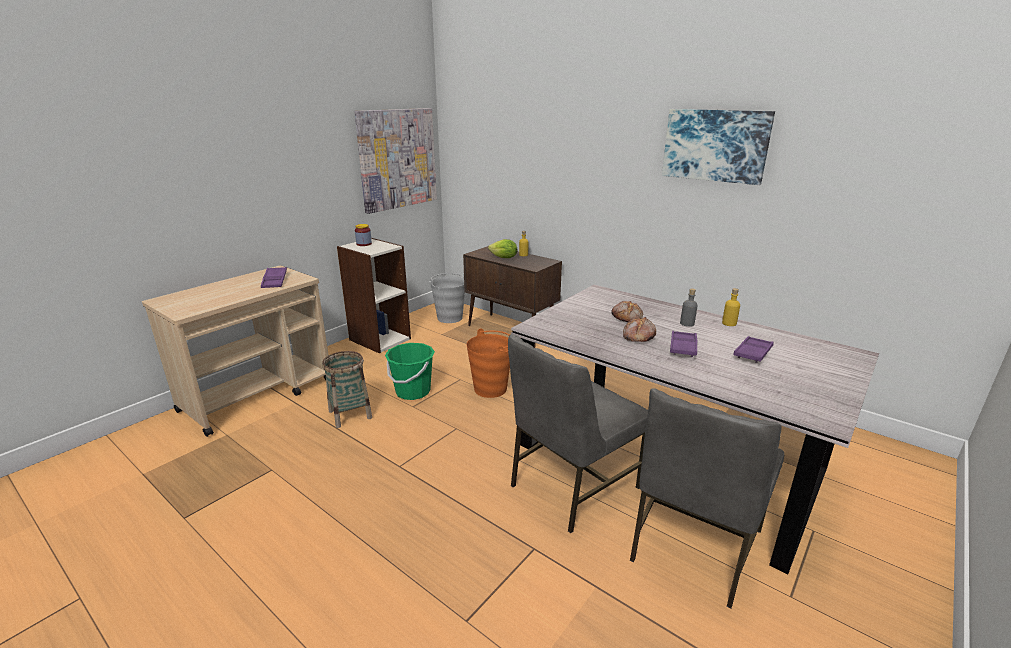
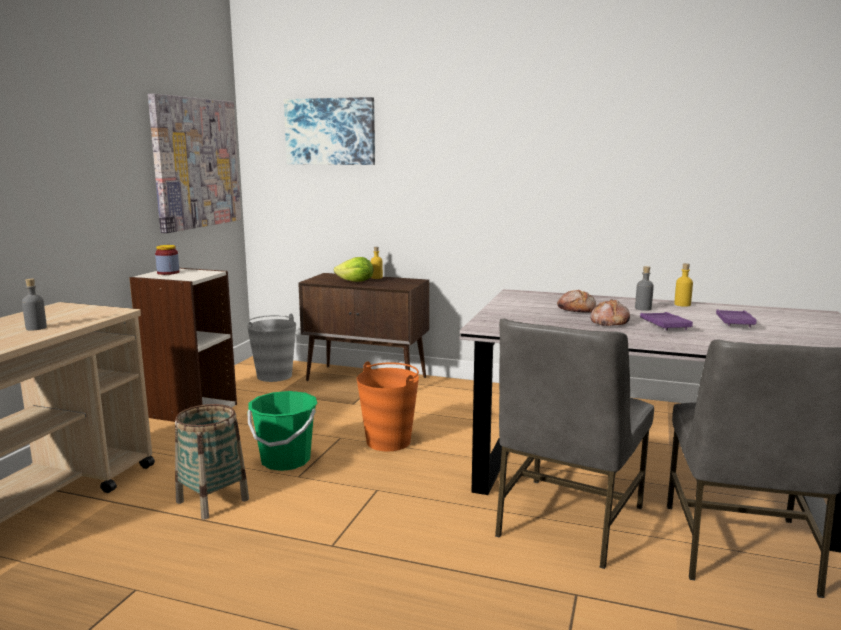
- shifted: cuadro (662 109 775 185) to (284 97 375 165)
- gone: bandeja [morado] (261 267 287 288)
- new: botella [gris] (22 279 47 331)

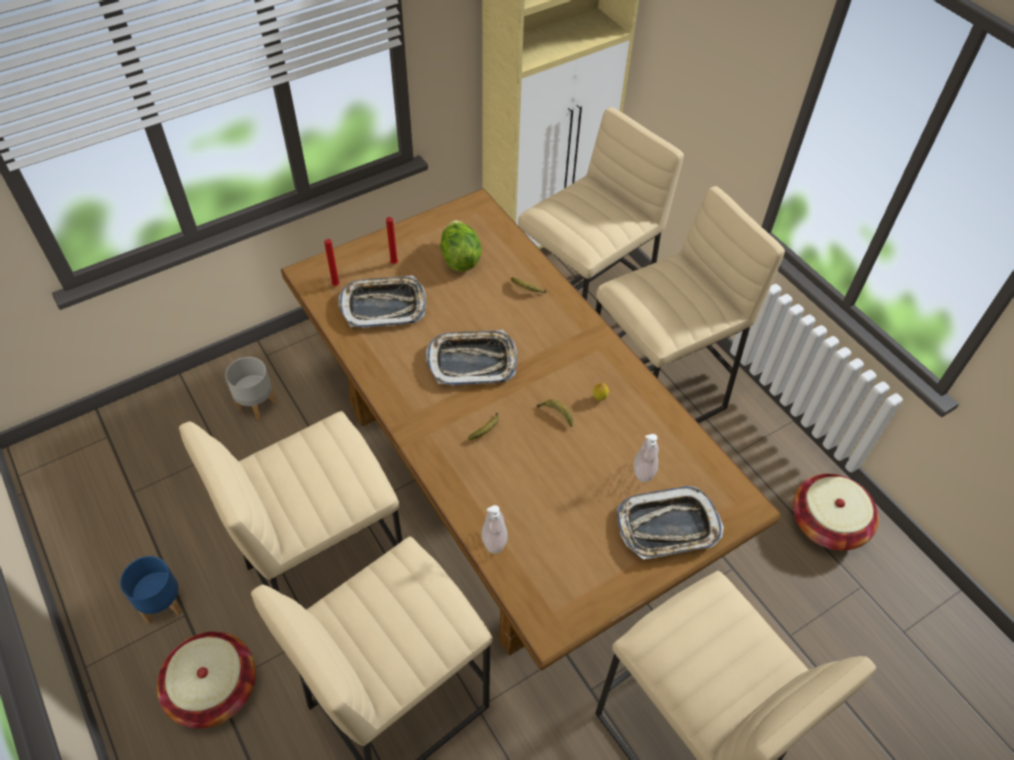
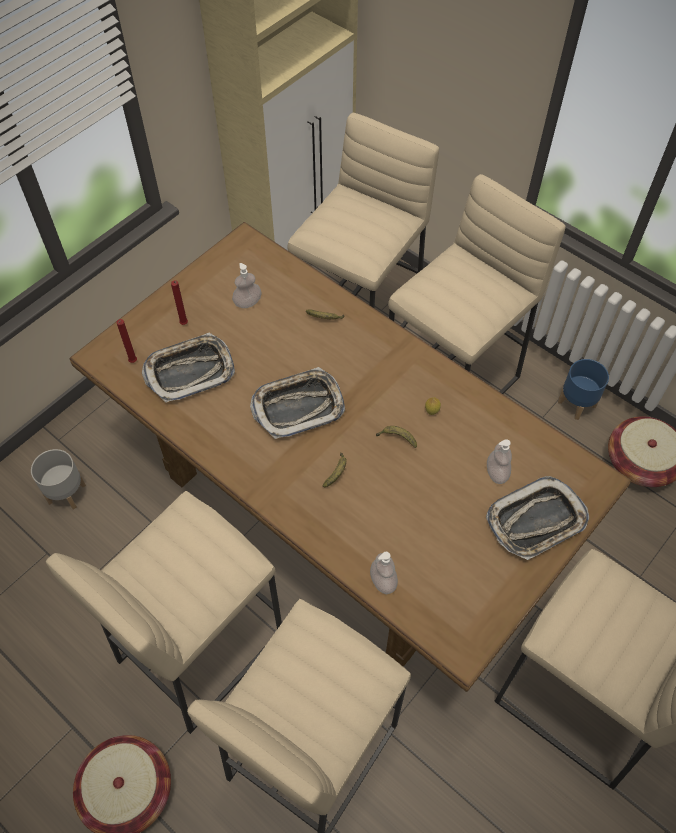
- swapped: lechuga (440 220 482 272) to dispensador de jabón (232 263 262 308)
- shifted: maceta [azul] (120 556 182 624) to (558 359 609 420)

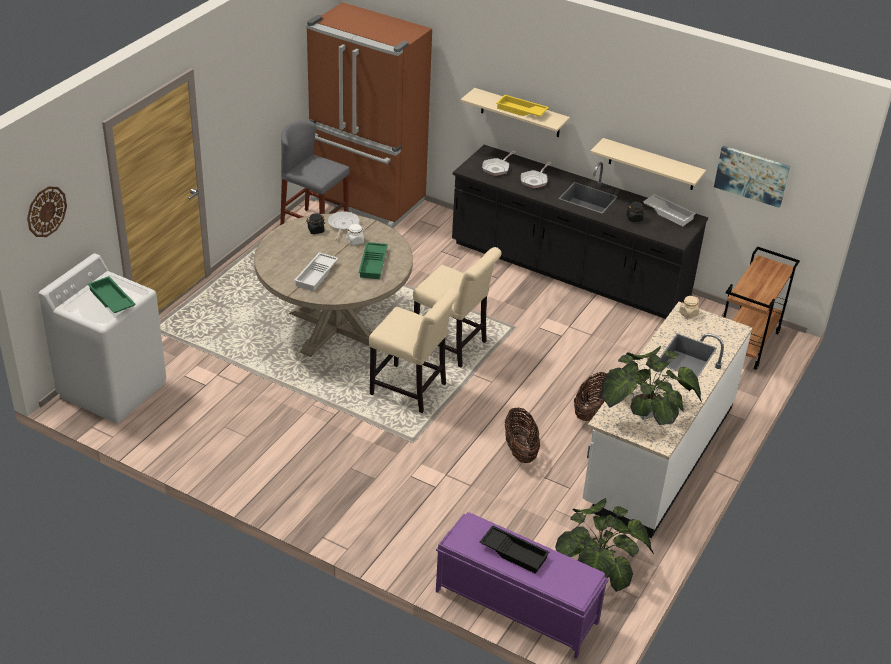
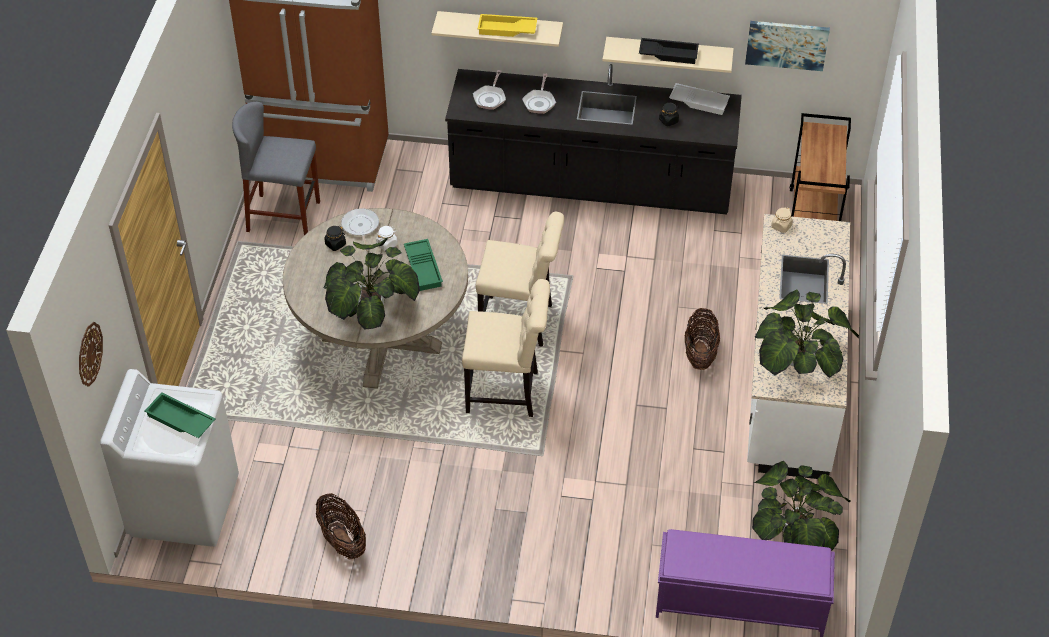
- swapped: bandeja [blanco] (294 252 339 291) to planta en maceta (324 237 420 330)
- shifted: cesta (505 407 540 463) to (316 493 366 560)
- shifted: bandeja [negro] (479 525 549 574) to (639 38 699 64)

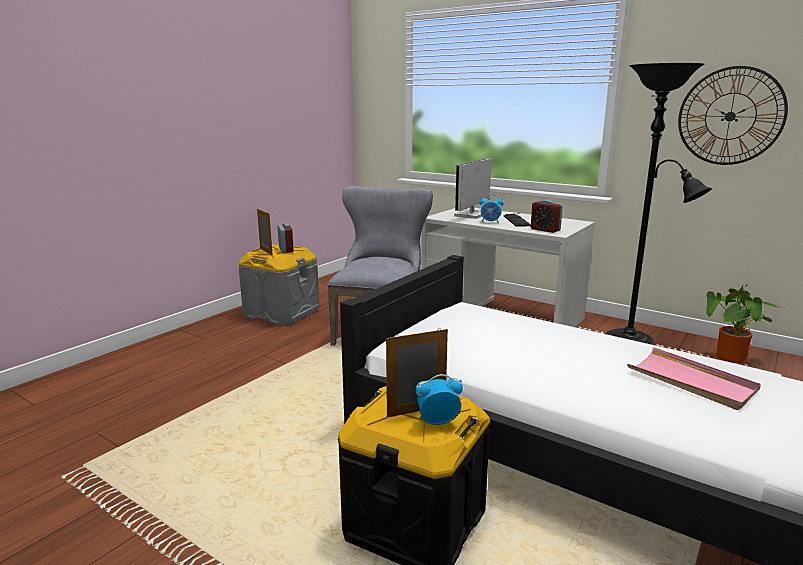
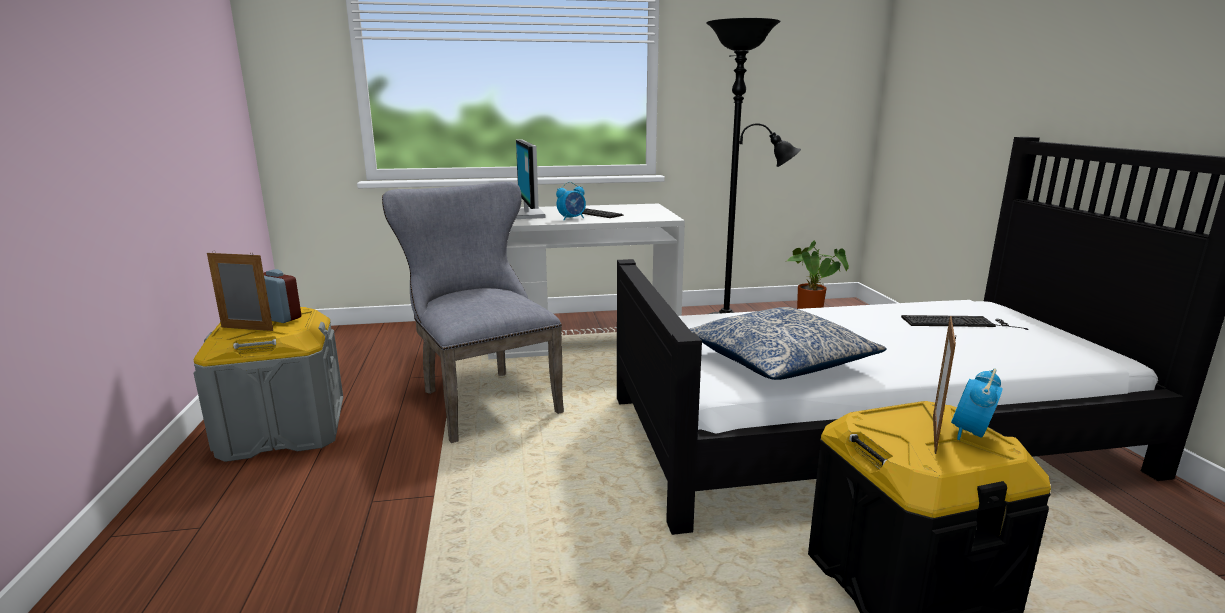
- gone: reloj de pared (678 66 788 165)
- gone: despertador (531 200 563 233)
- swapped: bandeja [rosa] (627 347 761 410) to teclado (901 315 1029 330)
- new: cojín (689 307 887 380)

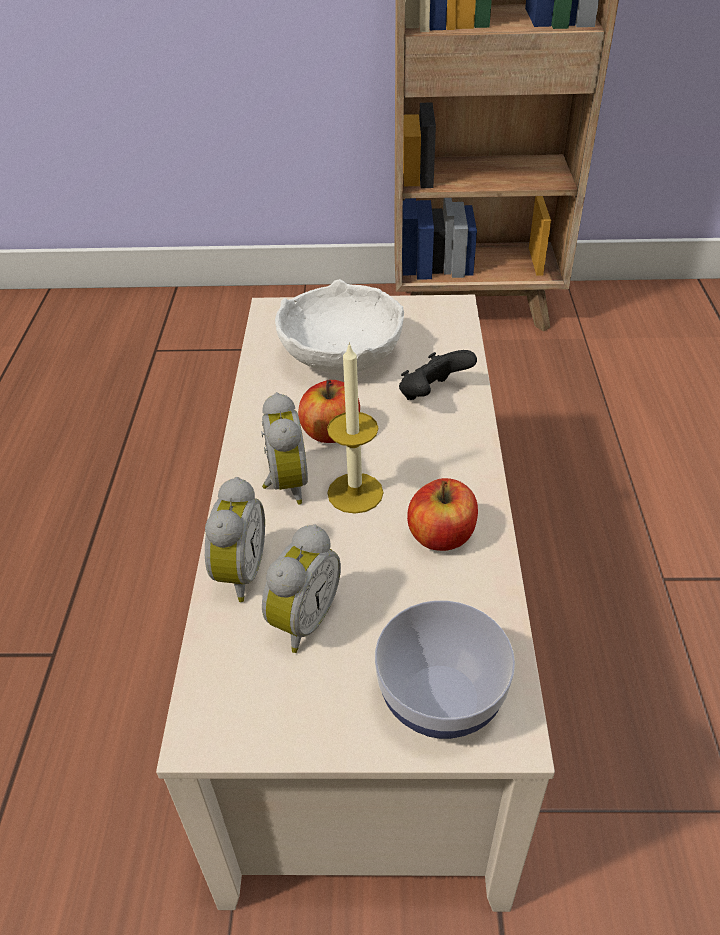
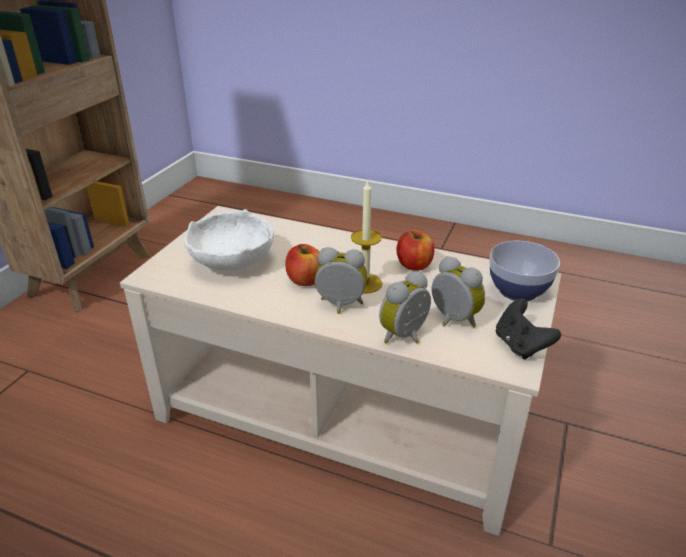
- shifted: mando de consola [negro] (399 350 477 400) to (496 299 561 359)
- rotated: despertador (205 477 265 602) = (379 271 431 344) 75 degrees counterclockwise

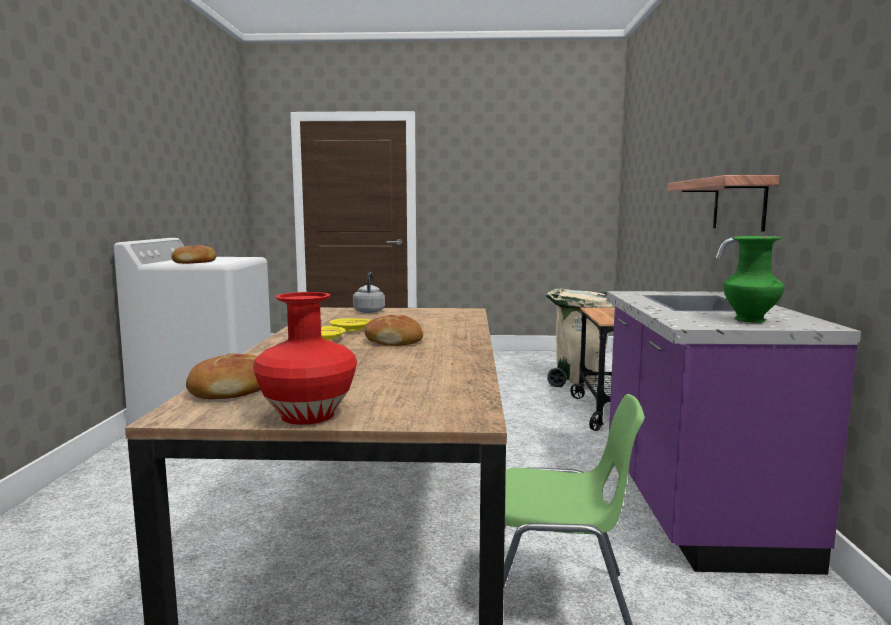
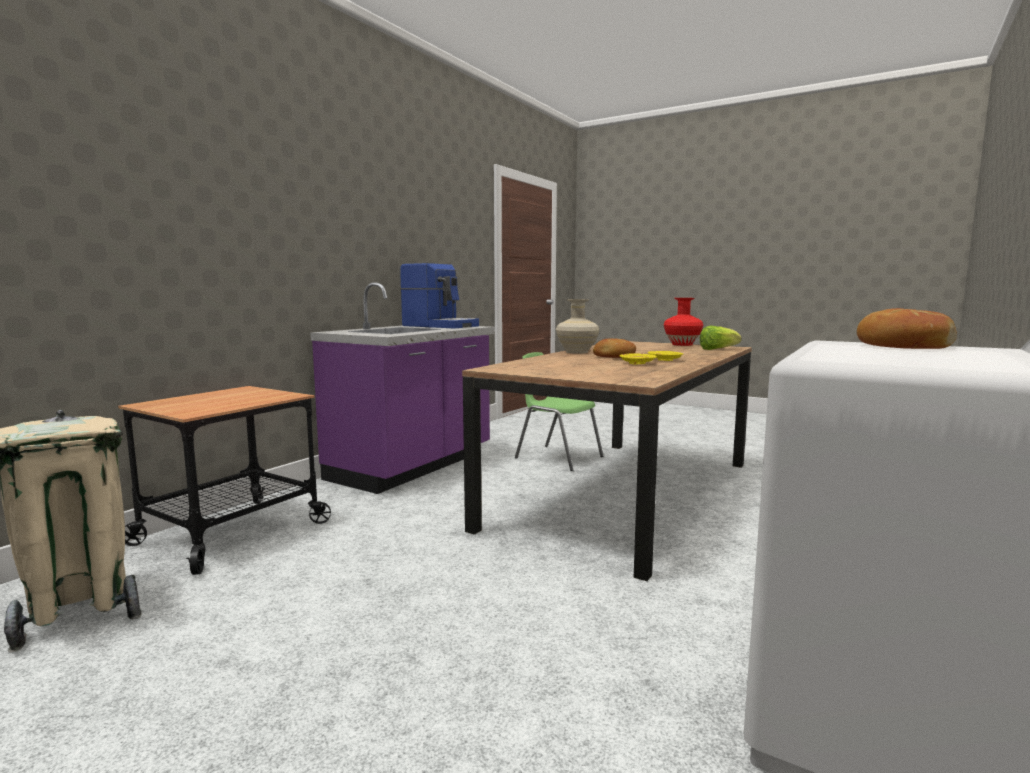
- gone: estante (668 175 780 232)
- swapped: florero [verde] (723 236 785 323) to cafetera (400 263 479 329)
- gone: hervidor [gris] (353 272 385 313)
- swapped: pan (186 353 261 399) to lechuga (700 326 742 350)
- new: florero [beis] (556 299 599 353)

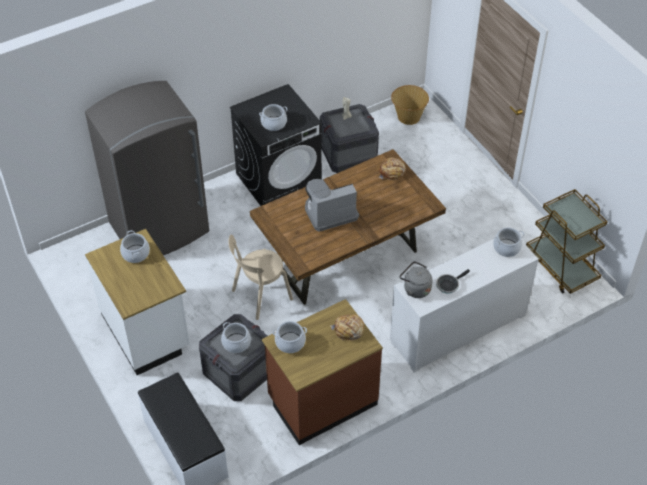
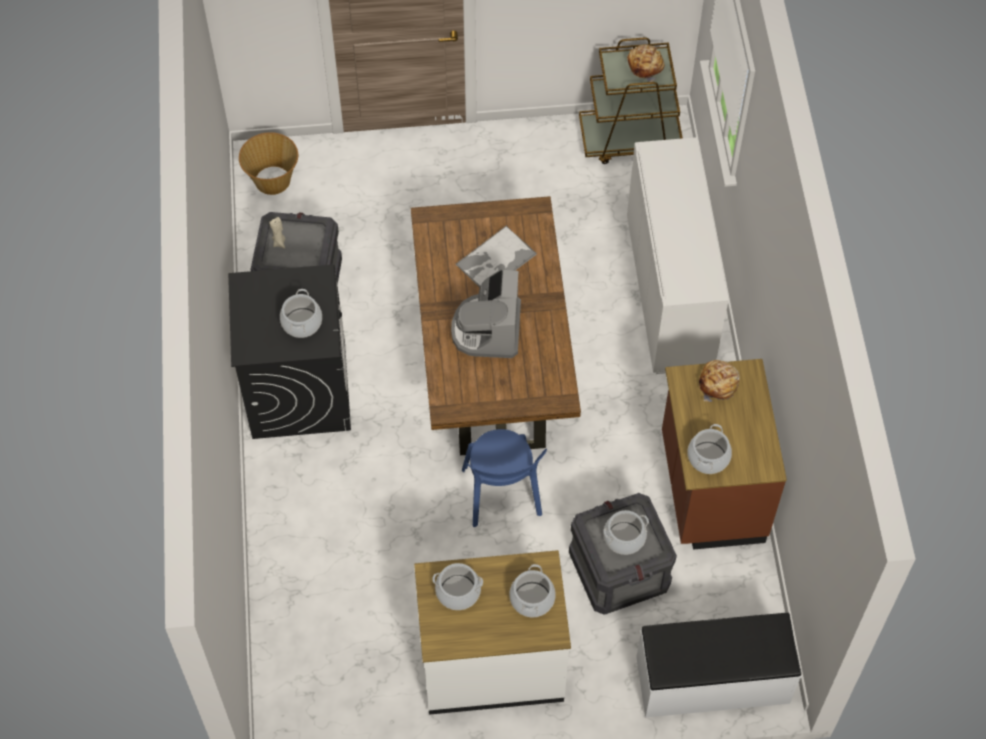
- gone: nevera [gris] (85 81 209 255)
- shifted: pan (379 157 406 181) to (627 45 665 82)
- shifted: olla (493 228 524 257) to (509 564 556 618)
- repainted: silla [beis] (228 234 293 320) to silla [azul] (462 429 547 527)
- gone: hervidor [gris] (400 261 433 298)
- gone: sartén (436 269 470 294)
- new: bandeja (456 225 537 288)

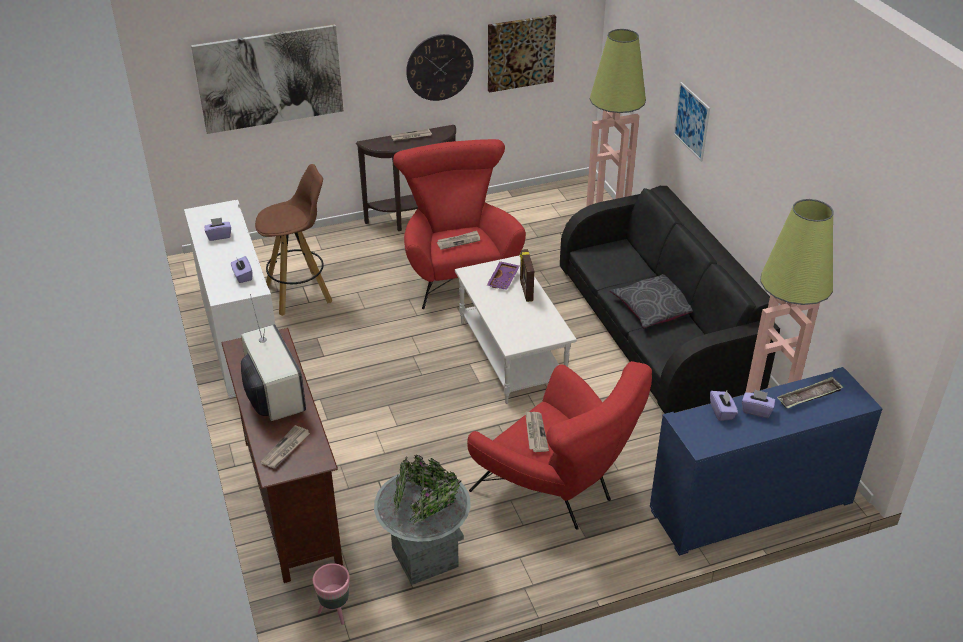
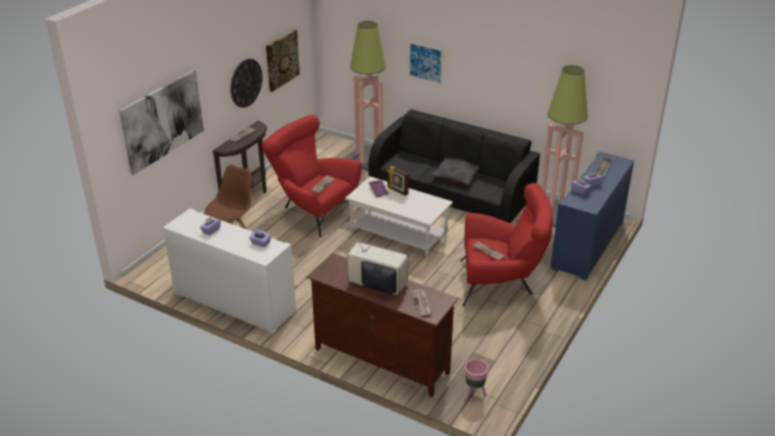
- gone: maceta [gris] (374 455 471 585)

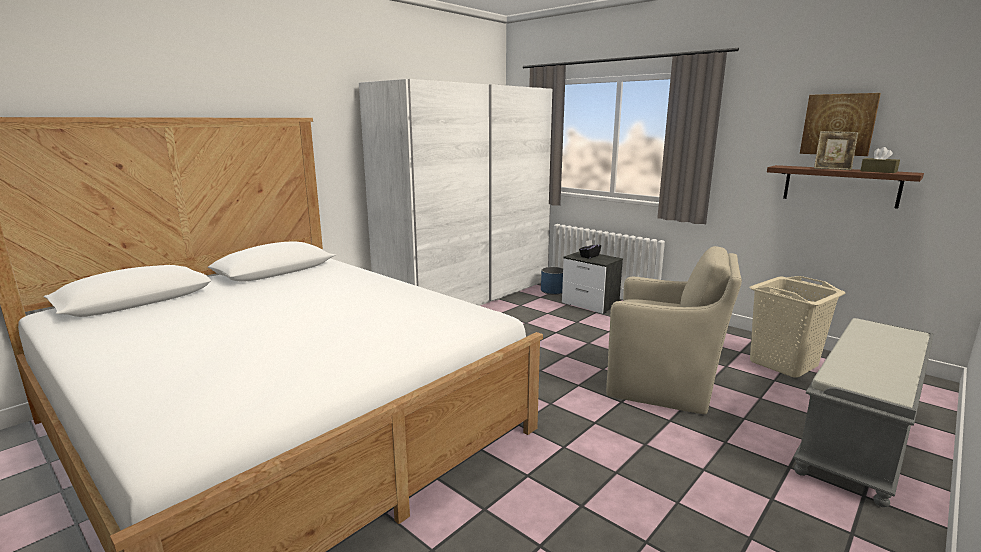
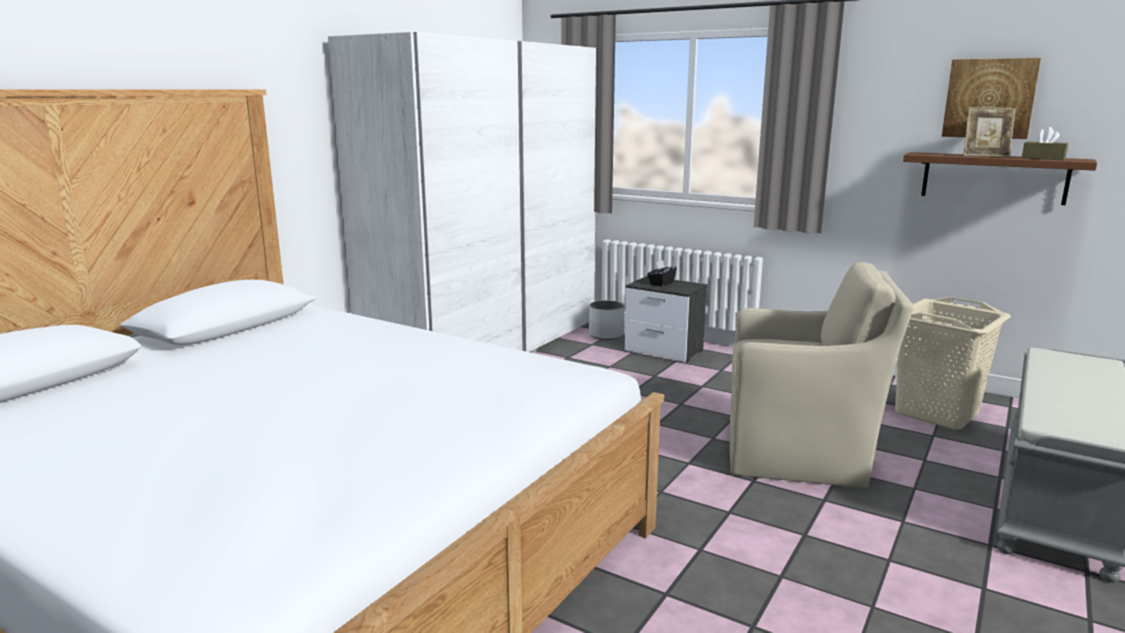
- repainted: maceta [azul] (541 267 563 295) to maceta [blanco] (589 300 624 340)

